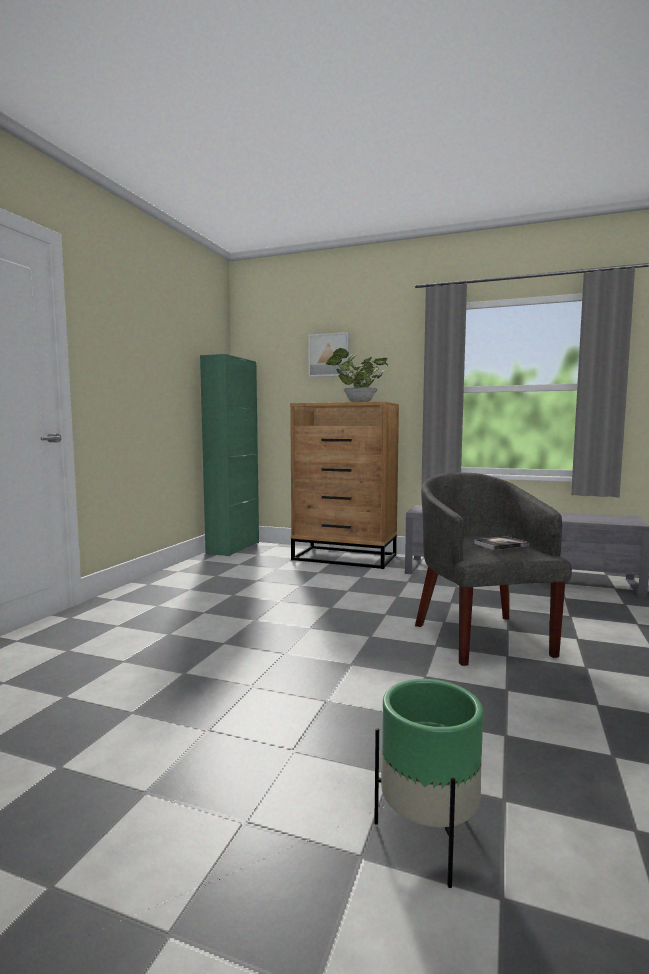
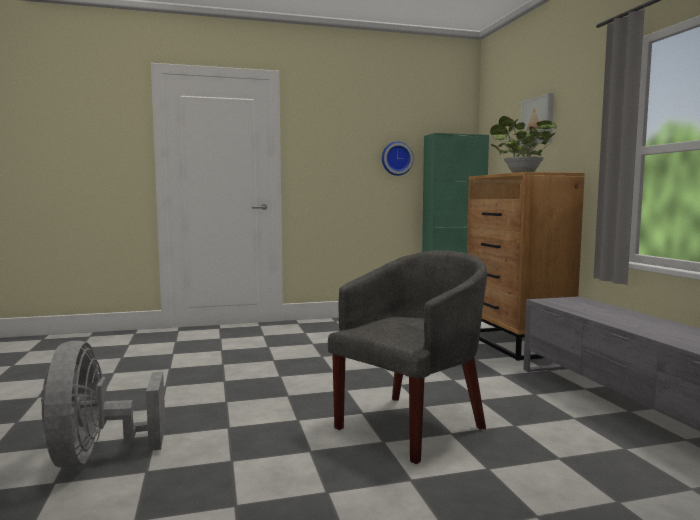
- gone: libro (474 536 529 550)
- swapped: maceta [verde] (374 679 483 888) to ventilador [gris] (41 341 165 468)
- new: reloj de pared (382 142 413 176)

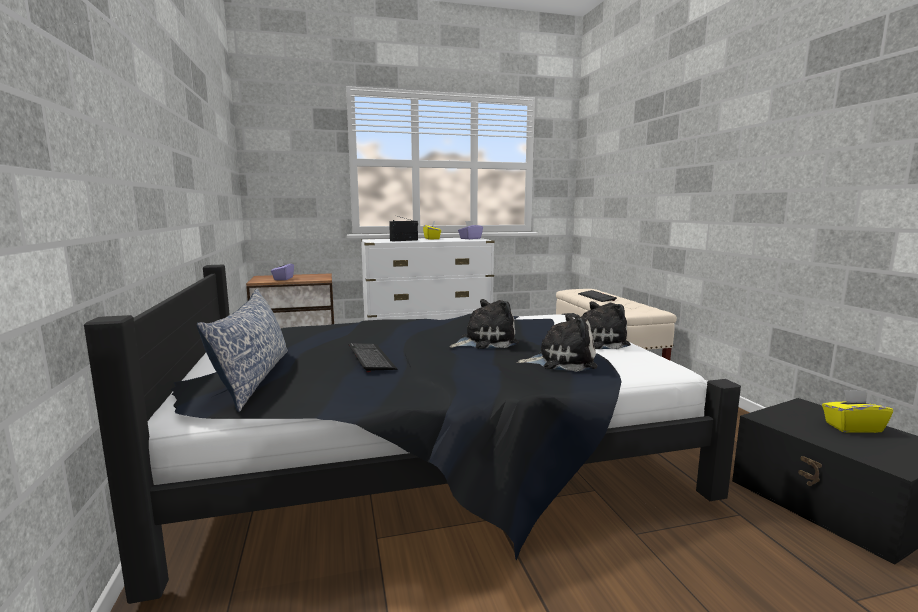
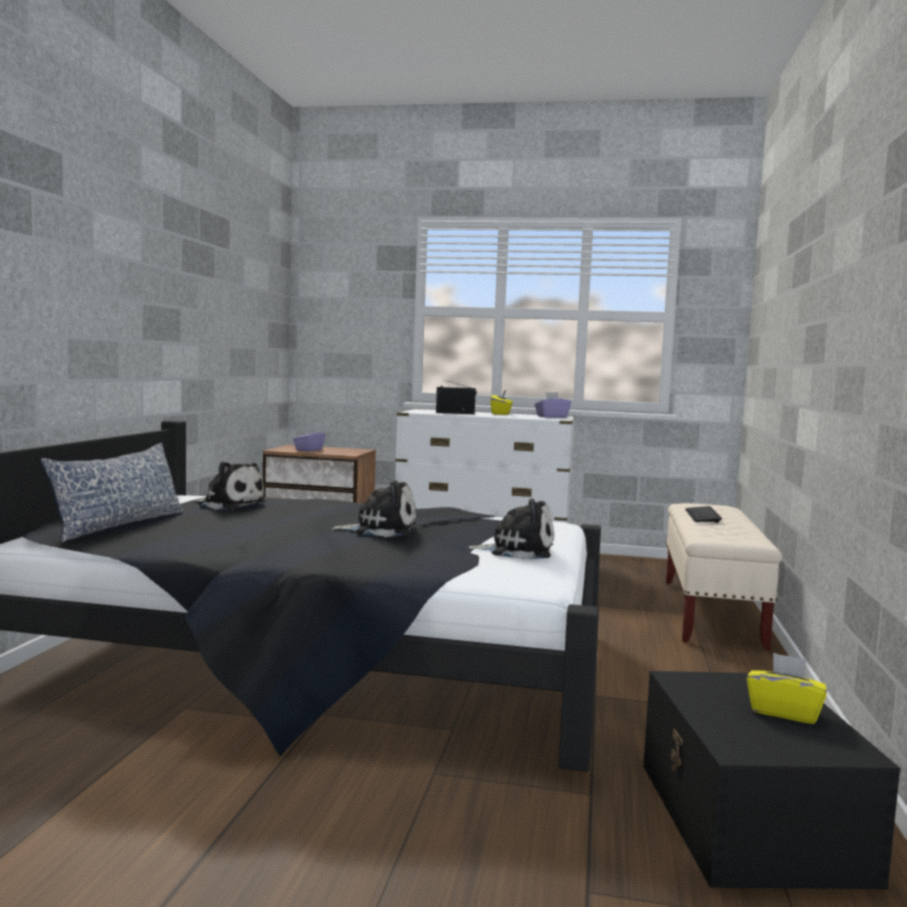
- shifted: peluche (517 313 597 372) to (193 461 266 509)
- gone: teclado (348 343 398 372)

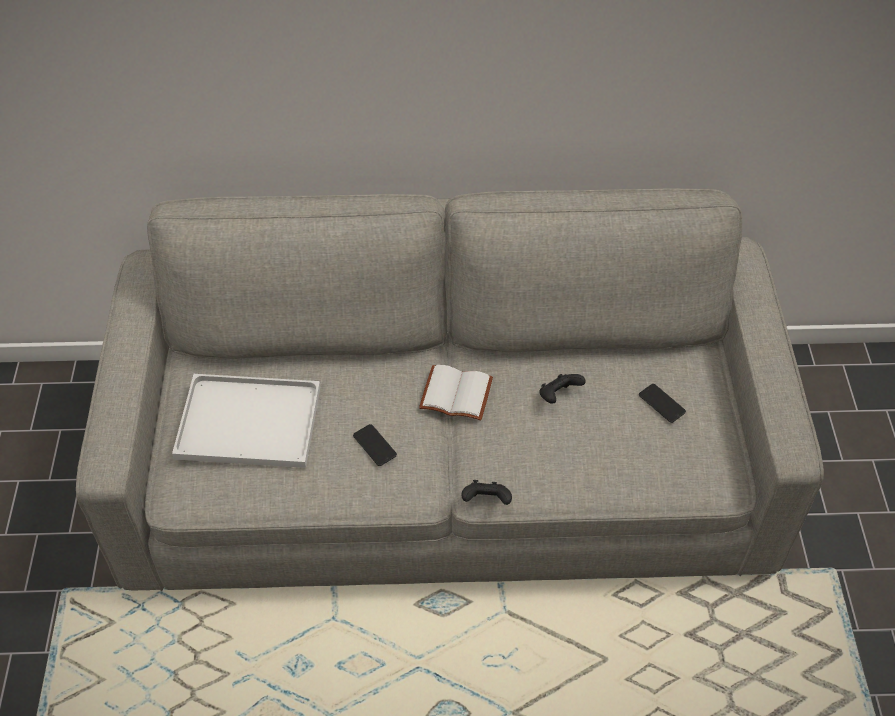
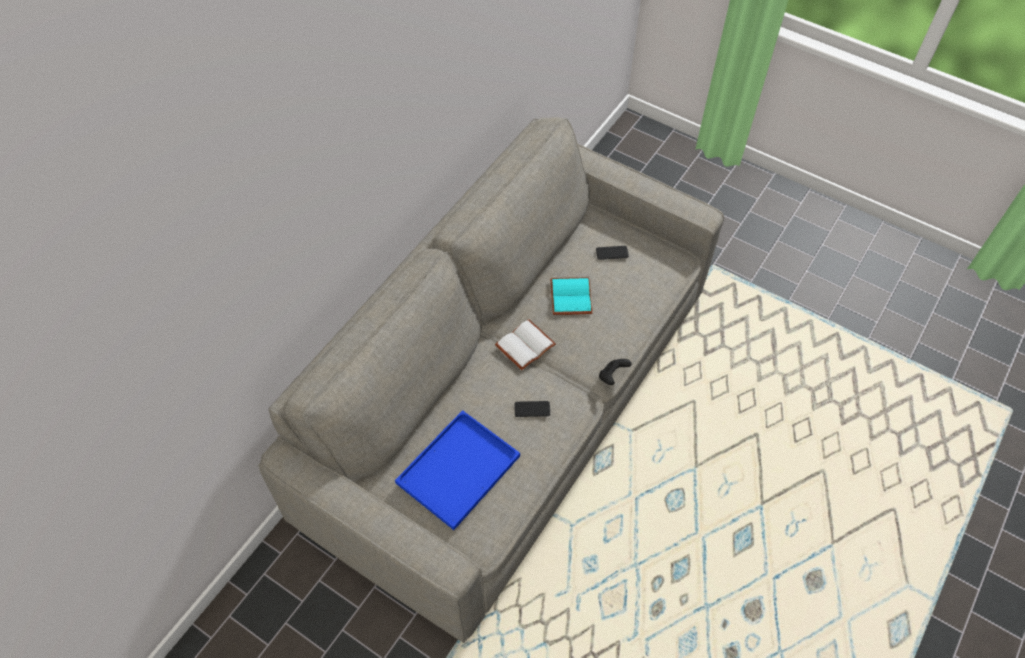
- repainted: bandeja [blanco] (172 374 320 468) to bandeja [azul] (395 410 520 530)
- swapped: mando de consola [negro] (539 374 586 404) to libro [turquesa] (550 277 593 315)

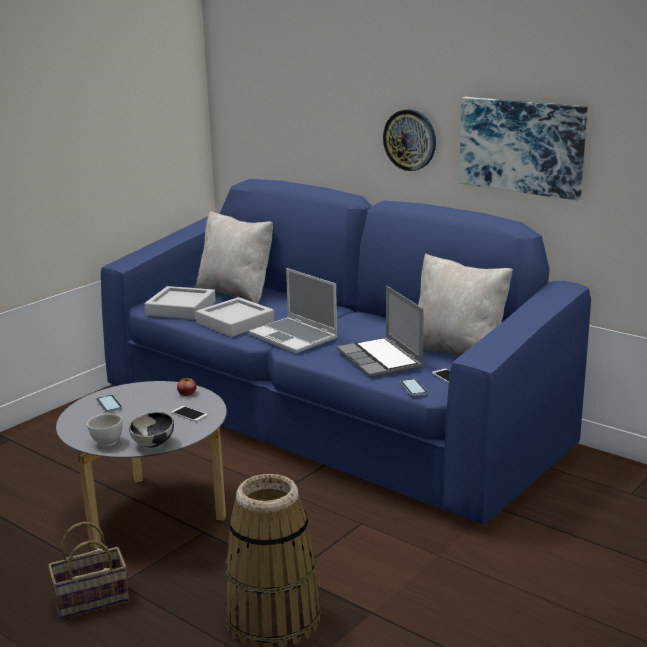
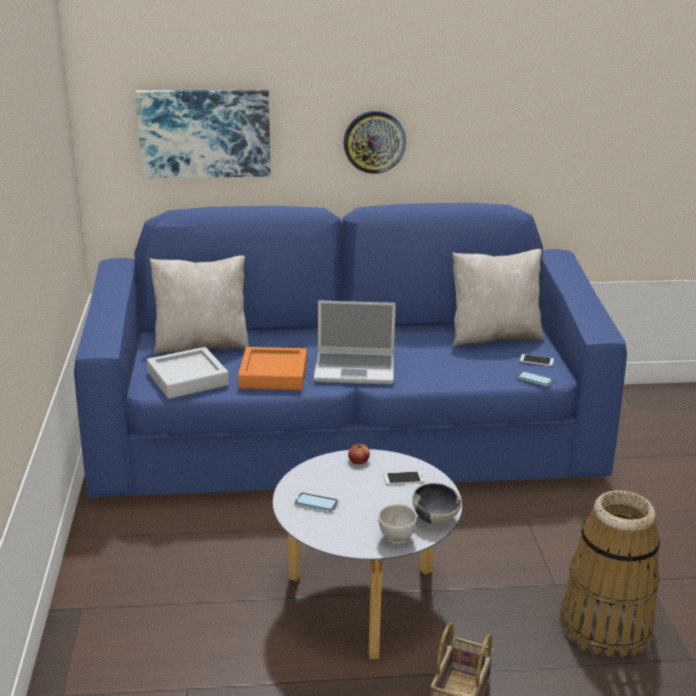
- shifted: cuadro (459 97 587 200) to (136 90 270 178)
- gone: portátil (337 286 424 378)
- repainted: bandeja [gris] (196 297 274 337) to bandeja [naranja] (238 347 307 390)

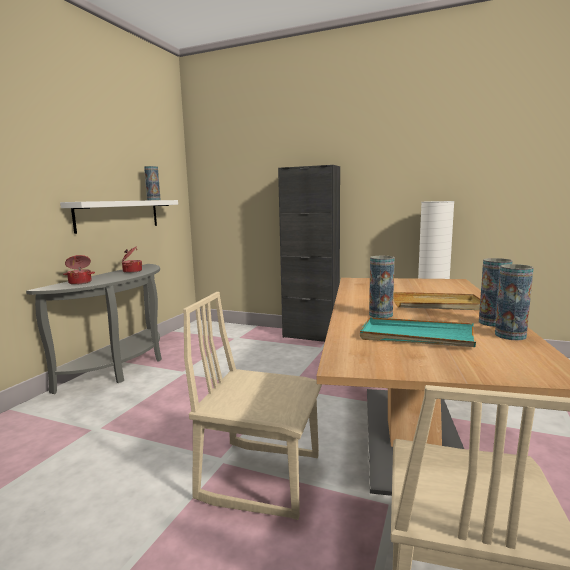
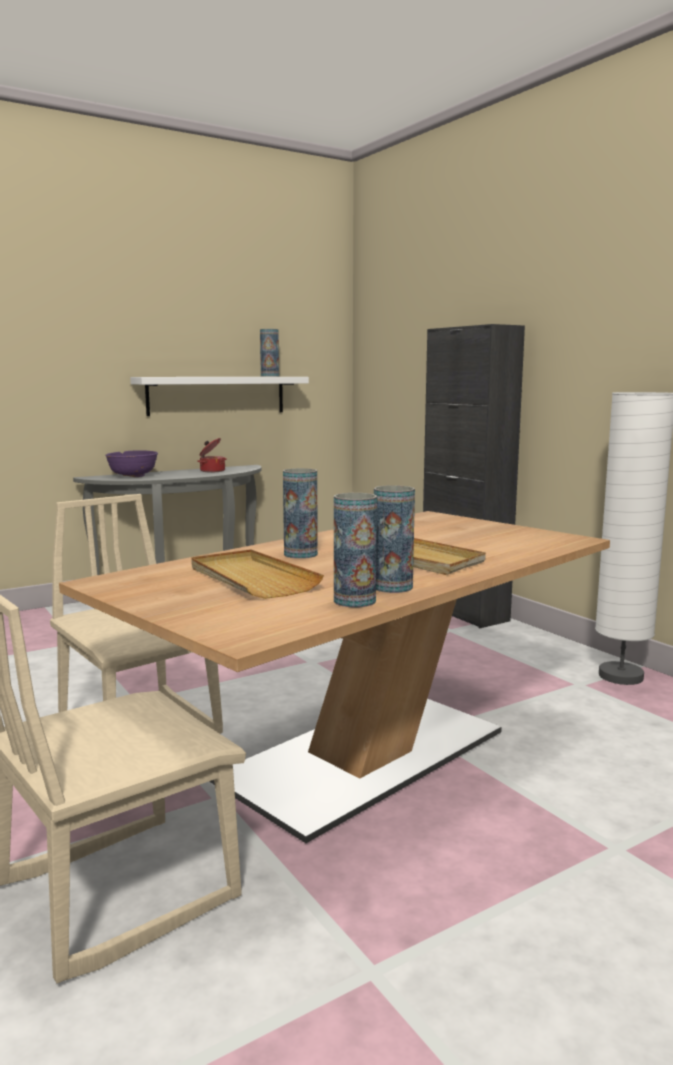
- swapped: olla (63 255 95 285) to cuenco [morado] (105 450 158 477)
- repainted: bandeja [turquesa] (360 317 476 347) to bandeja [beis] (191 549 324 599)

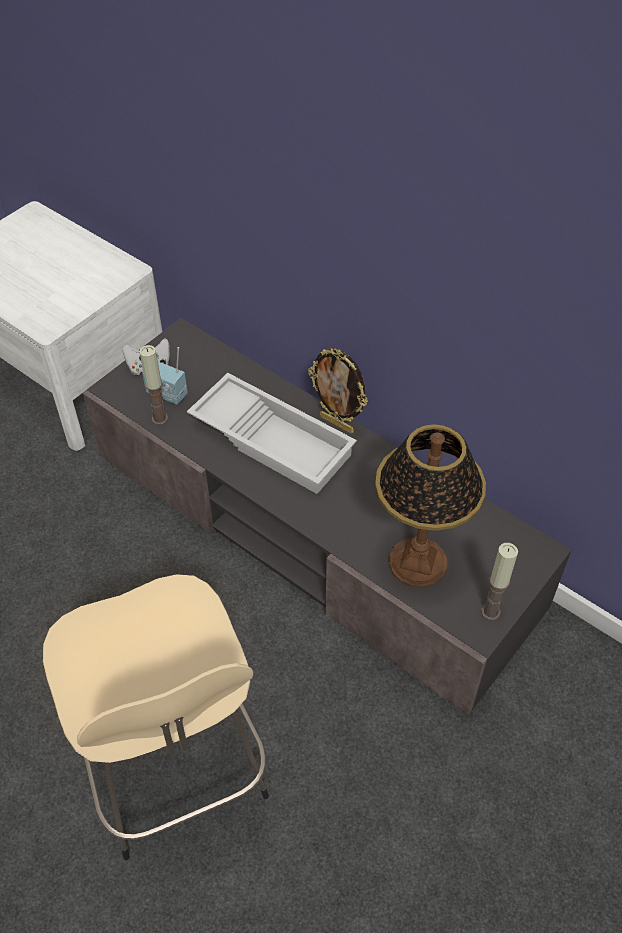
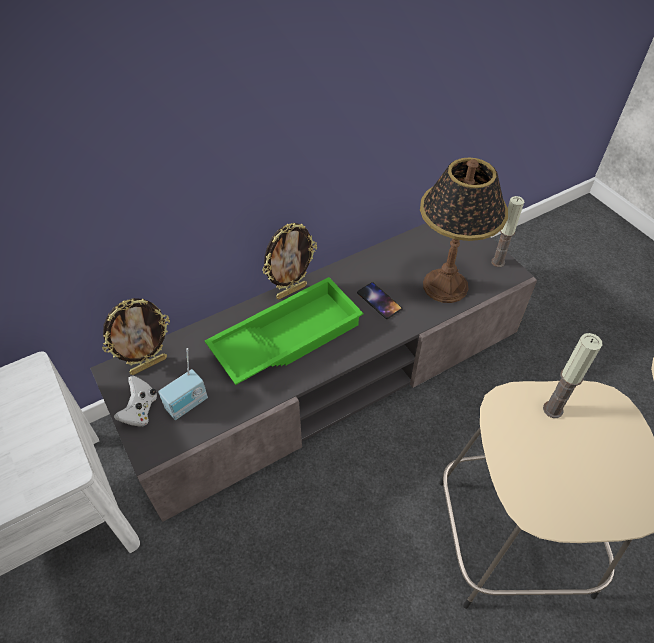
- shifted: vela (139 345 168 425) to (543 333 603 418)
- repainted: bandeja [blanco] (187 373 357 494) to bandeja [verde] (205 277 364 385)
- new: móvil (357 282 402 319)
- new: portarretratos (102 298 170 375)

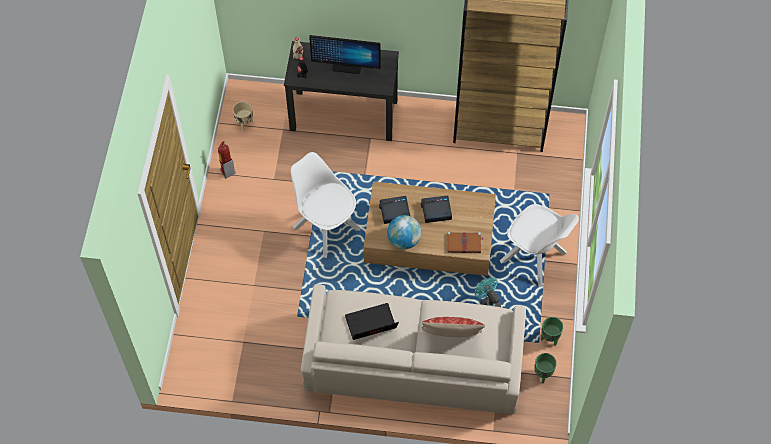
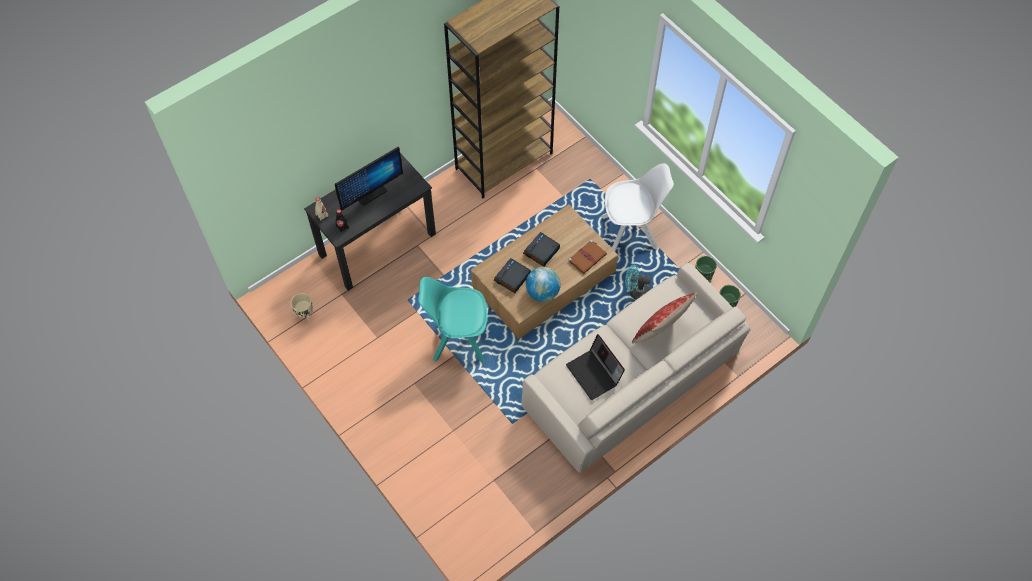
- gone: extintor (218 141 235 178)
- repainted: silla [blanco] (291 152 360 258) to silla [turquesa] (418 277 488 363)
- rotated: portátil (345 303 399 340) = (566 334 625 400) 60 degrees counterclockwise

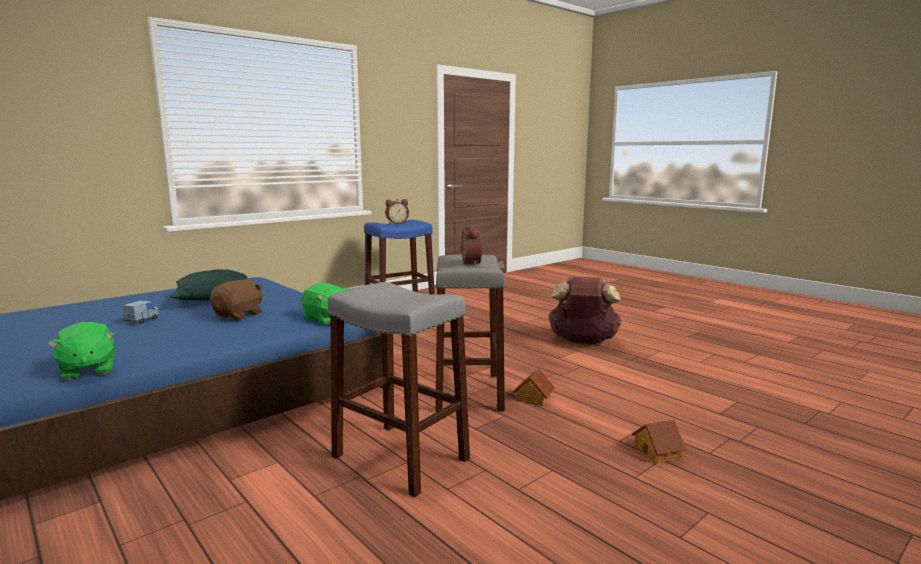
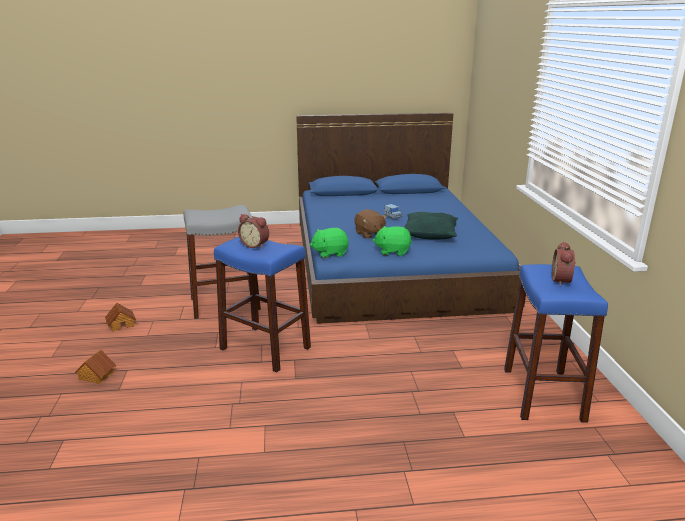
- repainted: taburete [gris] (435 254 505 412) to taburete [azul] (214 237 311 372)
- gone: mochila [marrón] (548 276 622 344)
- shifted: peluche [verde] (48 322 115 380) to (373 226 412 256)
- shifted: casita (513 369 555 406) to (105 303 136 331)

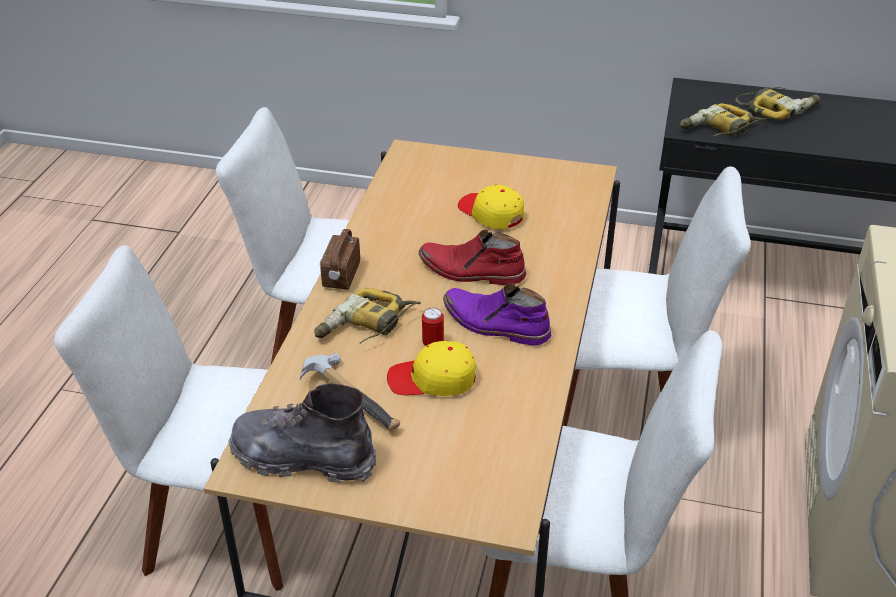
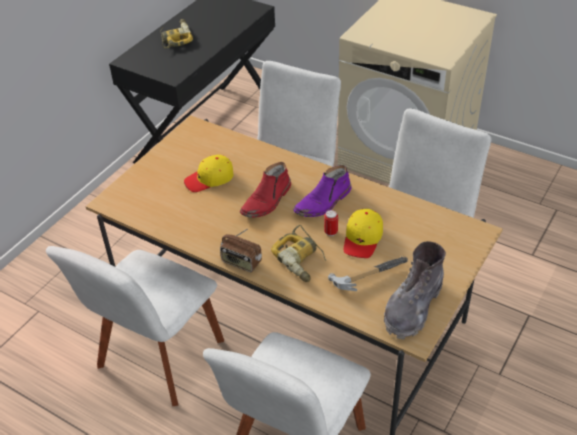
- gone: taladro (680 103 768 137)

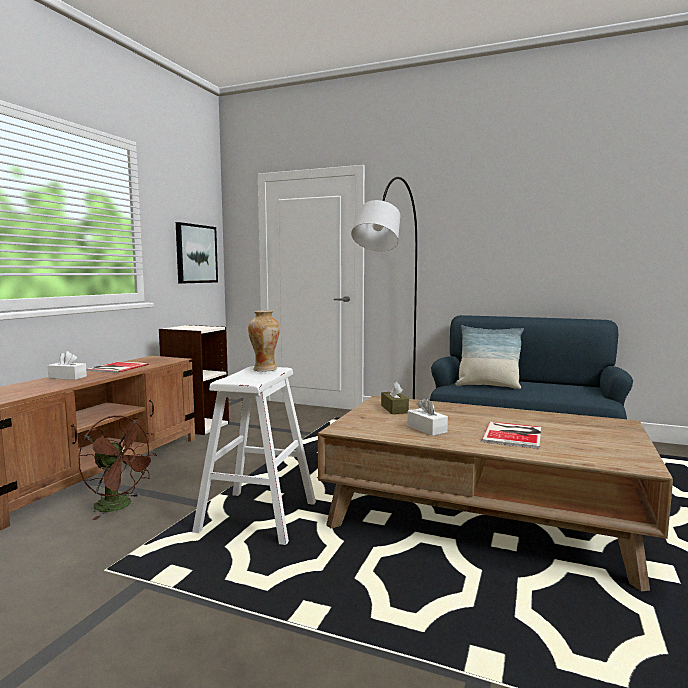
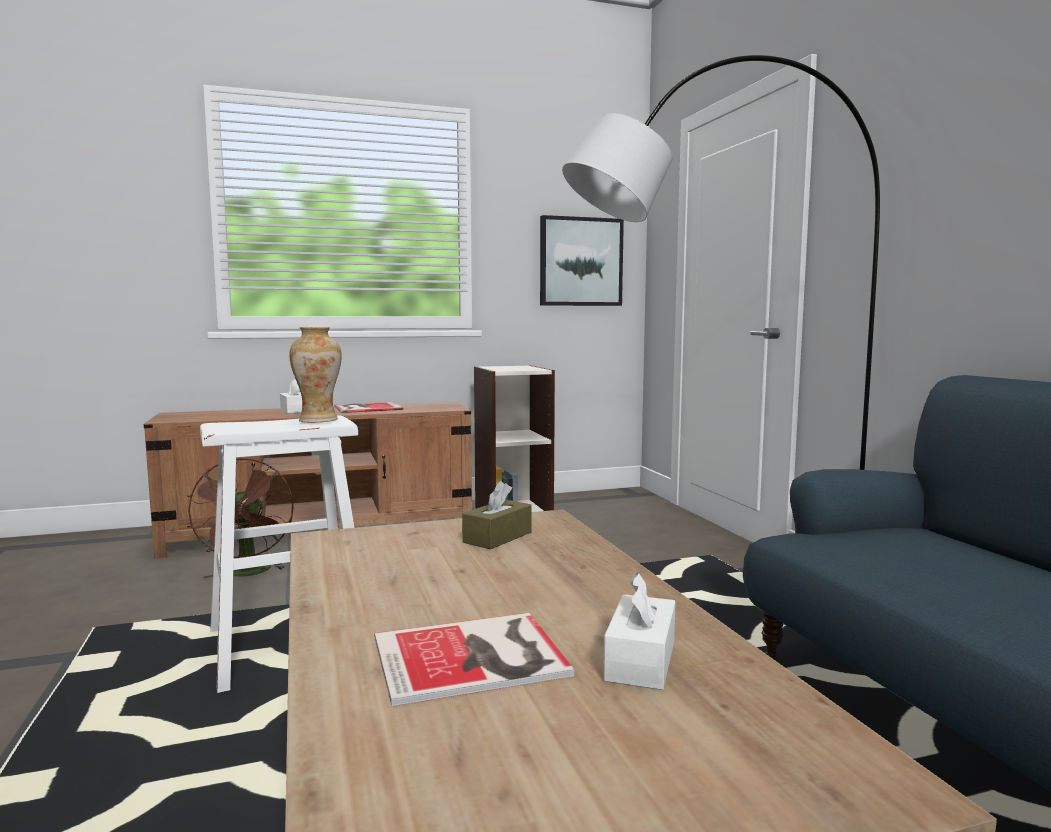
- gone: cojín (455 325 524 389)
- shifted: caja de pañuelos [blanco] (407 398 448 436) to (603 572 676 690)

